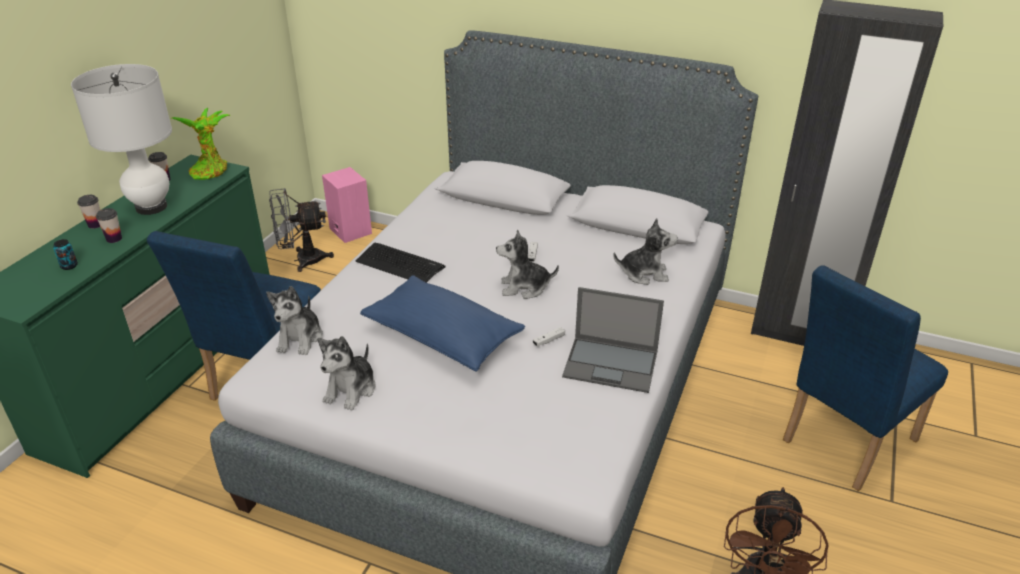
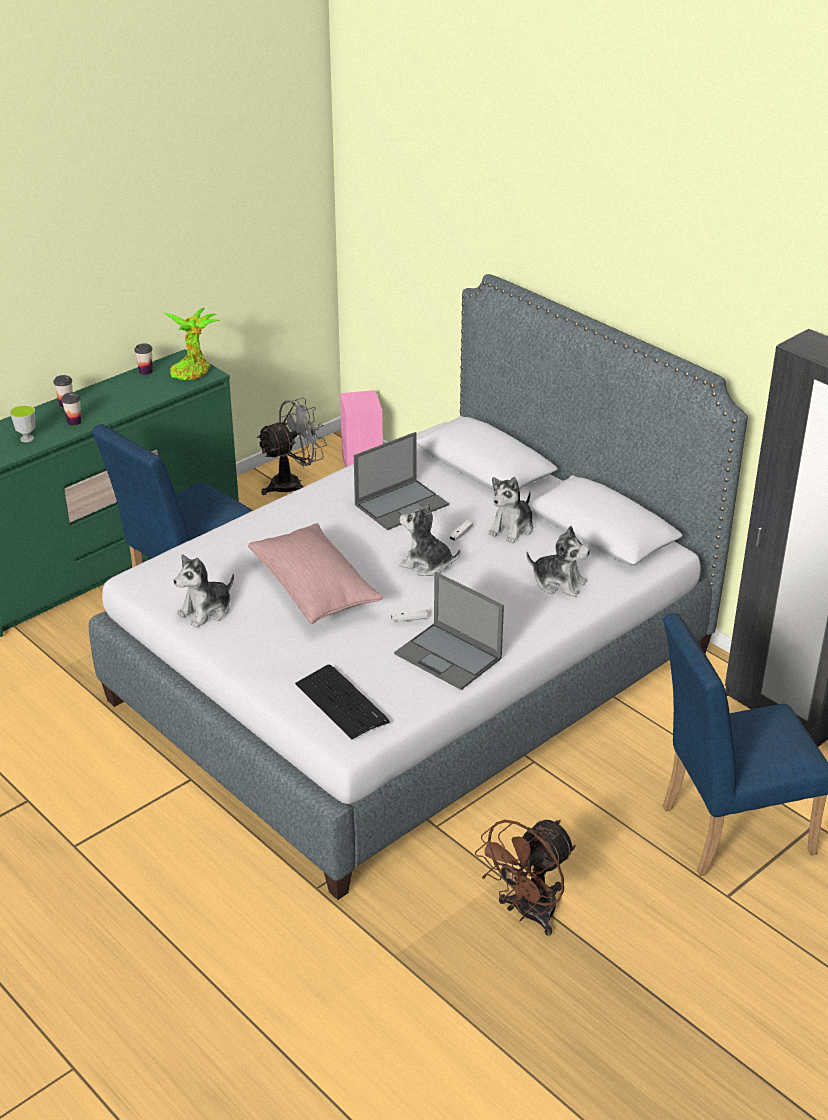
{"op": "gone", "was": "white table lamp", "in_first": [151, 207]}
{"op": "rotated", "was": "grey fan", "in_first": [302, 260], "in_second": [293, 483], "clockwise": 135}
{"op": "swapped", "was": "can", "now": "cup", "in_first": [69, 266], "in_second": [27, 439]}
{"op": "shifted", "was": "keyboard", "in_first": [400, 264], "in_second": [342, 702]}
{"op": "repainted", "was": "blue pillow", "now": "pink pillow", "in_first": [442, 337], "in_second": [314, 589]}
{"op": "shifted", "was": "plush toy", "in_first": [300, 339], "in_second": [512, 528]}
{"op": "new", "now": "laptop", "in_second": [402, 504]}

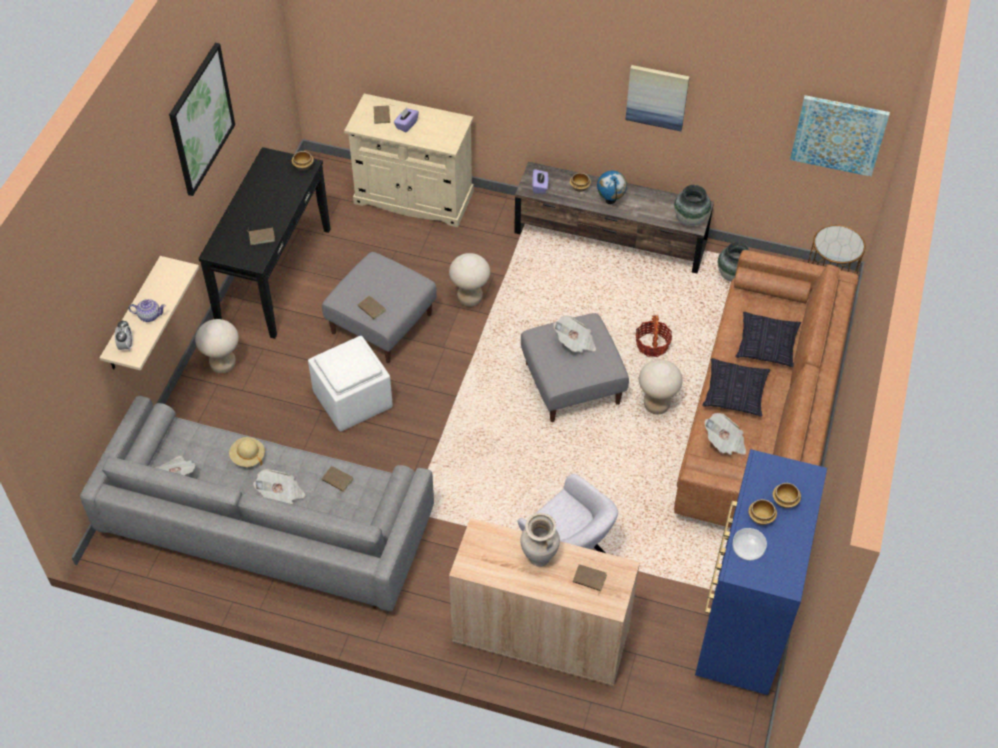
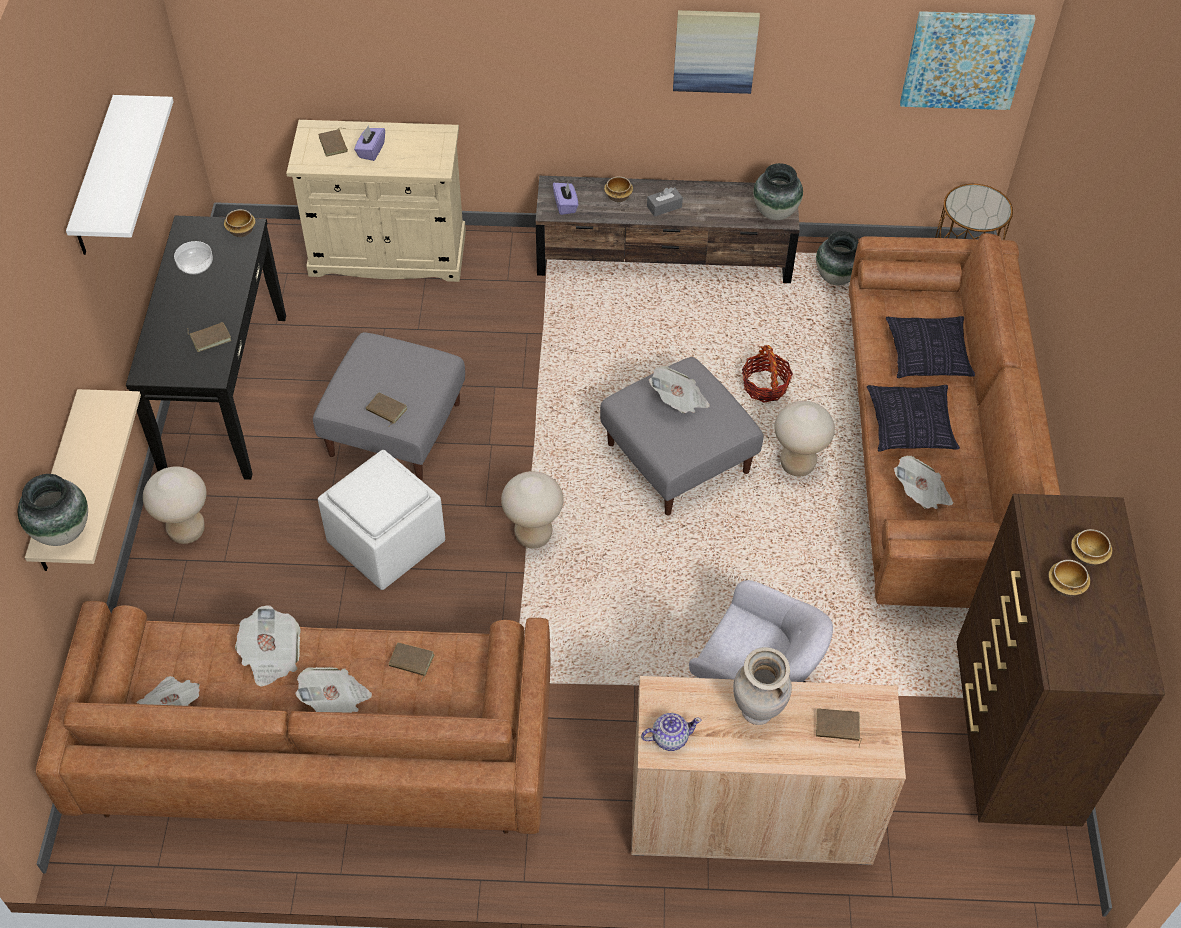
{"op": "swapped", "was": "picture", "now": "white shelf", "in_first": [201, 119], "in_second": [96, 179]}
{"op": "swapped", "was": "globe", "now": "grey tissue box", "in_first": [610, 201], "in_second": [664, 207]}
{"op": "shifted", "was": "beige stool", "in_first": [470, 298], "in_second": [533, 535]}
{"op": "shifted", "was": "teapot", "in_first": [149, 315], "in_second": [669, 738]}
{"op": "swapped", "was": "alarm clock", "now": "vase", "in_first": [126, 346], "in_second": [62, 531]}
{"op": "repainted", "was": "grey sofa", "now": "brown sofa", "in_first": [268, 527], "in_second": [318, 749]}
{"op": "swapped", "was": "beige hat", "now": "newspaper", "in_first": [248, 457], "in_second": [271, 656]}
{"op": "repainted", "was": "blue dresser", "now": "brown dresser", "in_first": [742, 626], "in_second": [1011, 739]}
{"op": "shifted", "was": "bowl", "in_first": [748, 549], "in_second": [195, 265]}

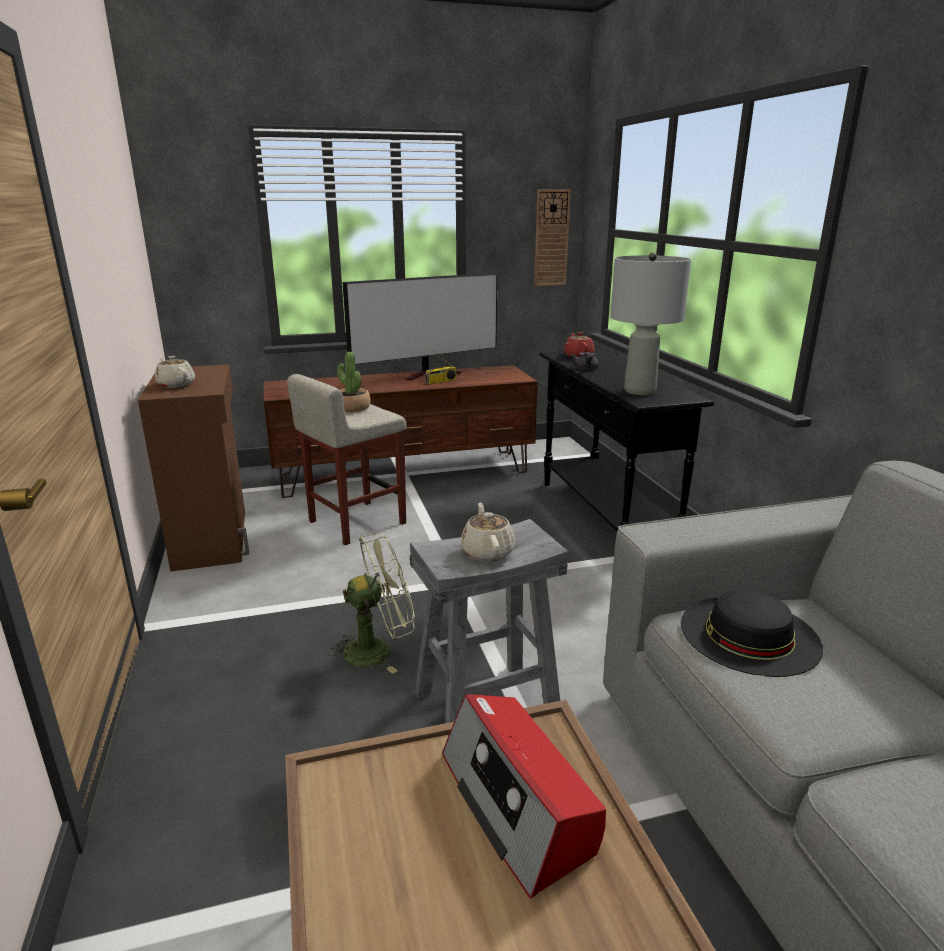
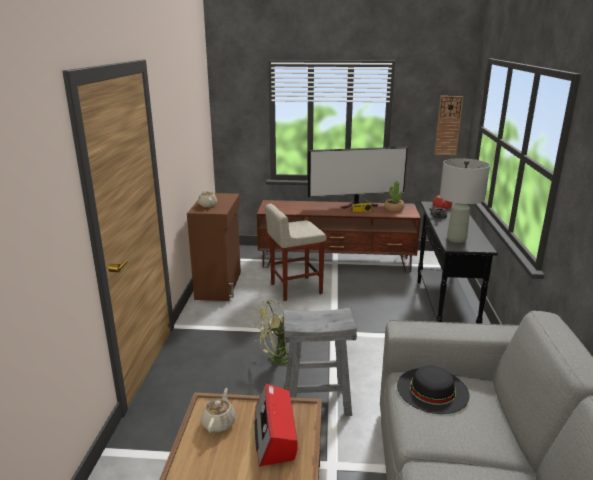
{"op": "shifted", "was": "potted plant", "in_first": [351, 407], "in_second": [393, 209]}
{"op": "shifted", "was": "beige teapot", "in_first": [487, 551], "in_second": [219, 423]}
{"op": "rotated", "was": "green fan", "in_first": [378, 649], "in_second": [276, 360], "clockwise": 150}

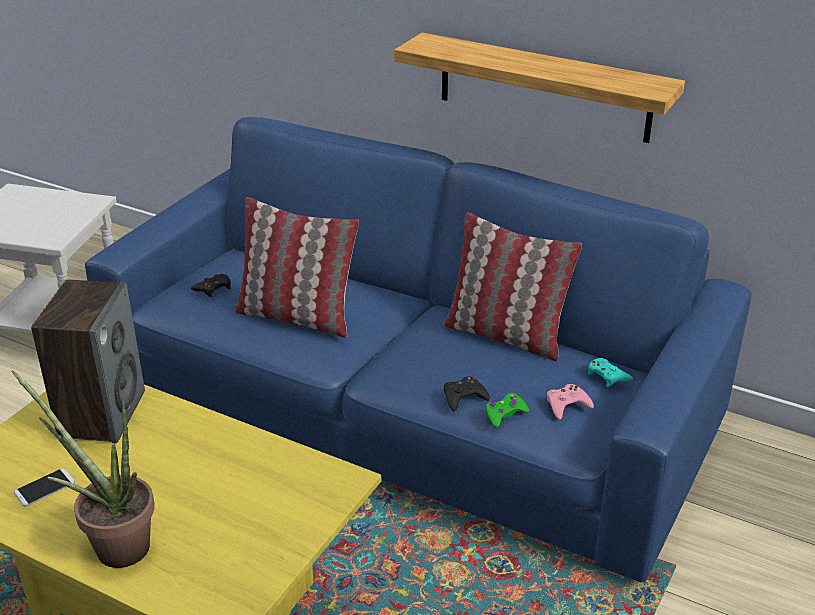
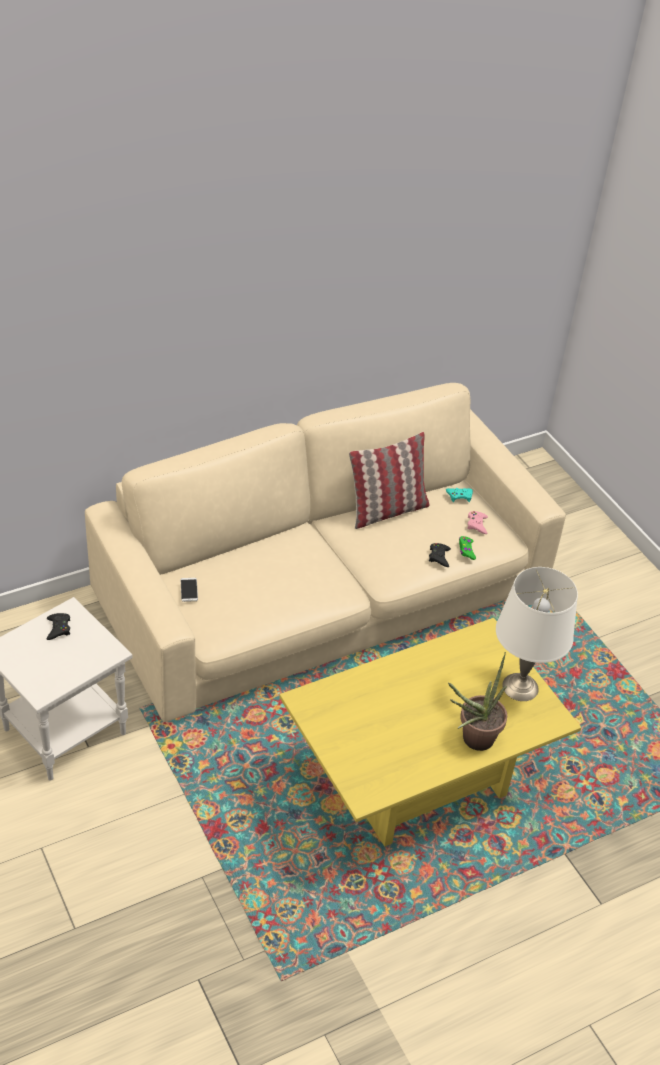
{"op": "gone", "was": "shelf", "in_first": [544, 87]}
{"op": "repainted", "was": "blue sofa", "now": "beige sofa", "in_first": [408, 402], "in_second": [323, 593]}
{"op": "gone", "was": "pillow", "in_first": [296, 316]}
{"op": "shifted", "was": "black game controller", "in_first": [213, 288], "in_second": [58, 628]}
{"op": "gone", "was": "speaker", "in_first": [102, 413]}
{"op": "shifted", "was": "phone", "in_first": [44, 488], "in_second": [189, 590]}
{"op": "new", "now": "white table lamp", "in_second": [520, 687]}

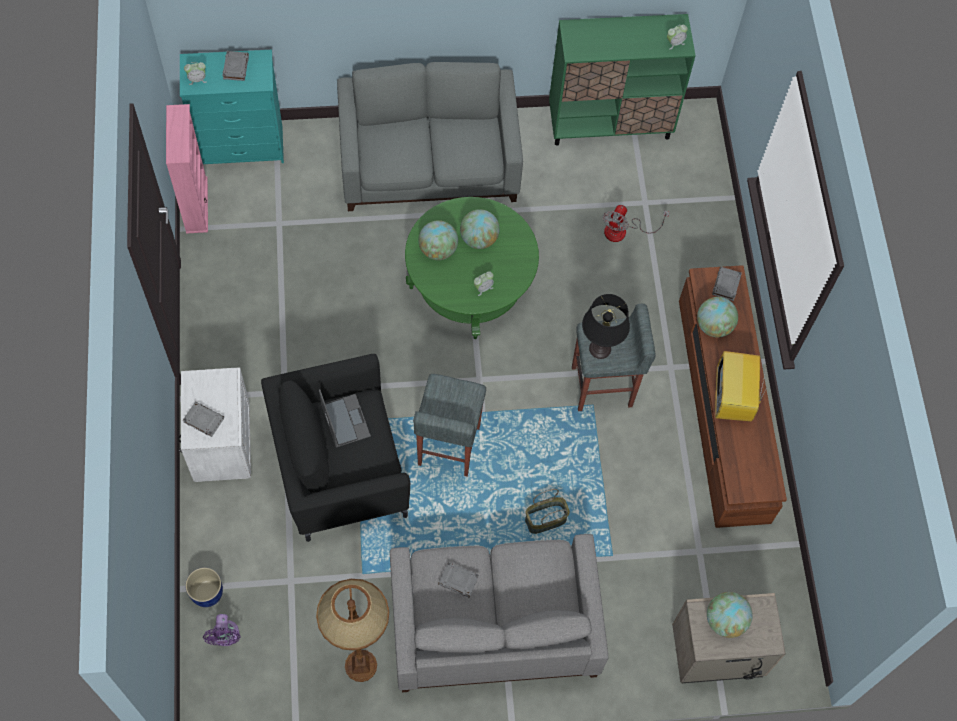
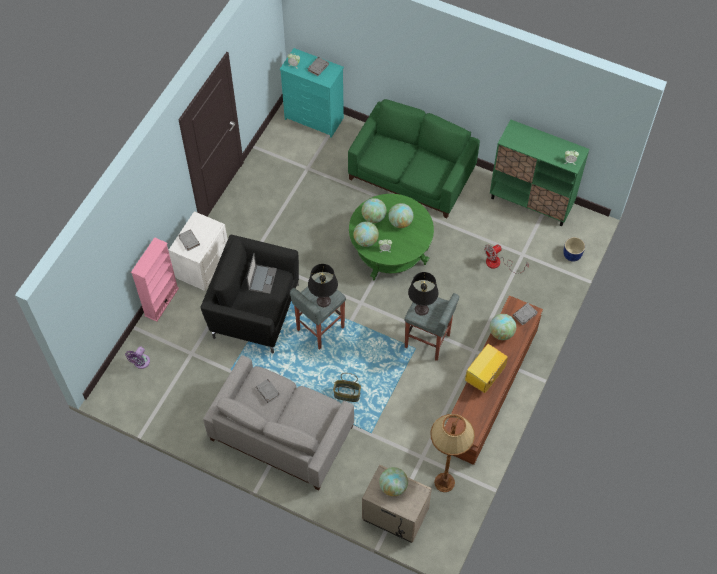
{"op": "repainted", "was": "grey sofa", "now": "green sofa", "in_first": [429, 162], "in_second": [411, 174]}
{"op": "shifted", "was": "pink bookcase", "in_first": [196, 205], "in_second": [161, 302]}
{"op": "shifted", "was": "blue planter", "in_first": [207, 592], "in_second": [572, 254]}
{"op": "shifted", "was": "brown floor lamp", "in_first": [360, 665], "in_second": [444, 482]}
{"op": "new", "now": "globe", "in_second": [365, 240]}
{"op": "new", "now": "black table lamp", "in_second": [323, 301]}

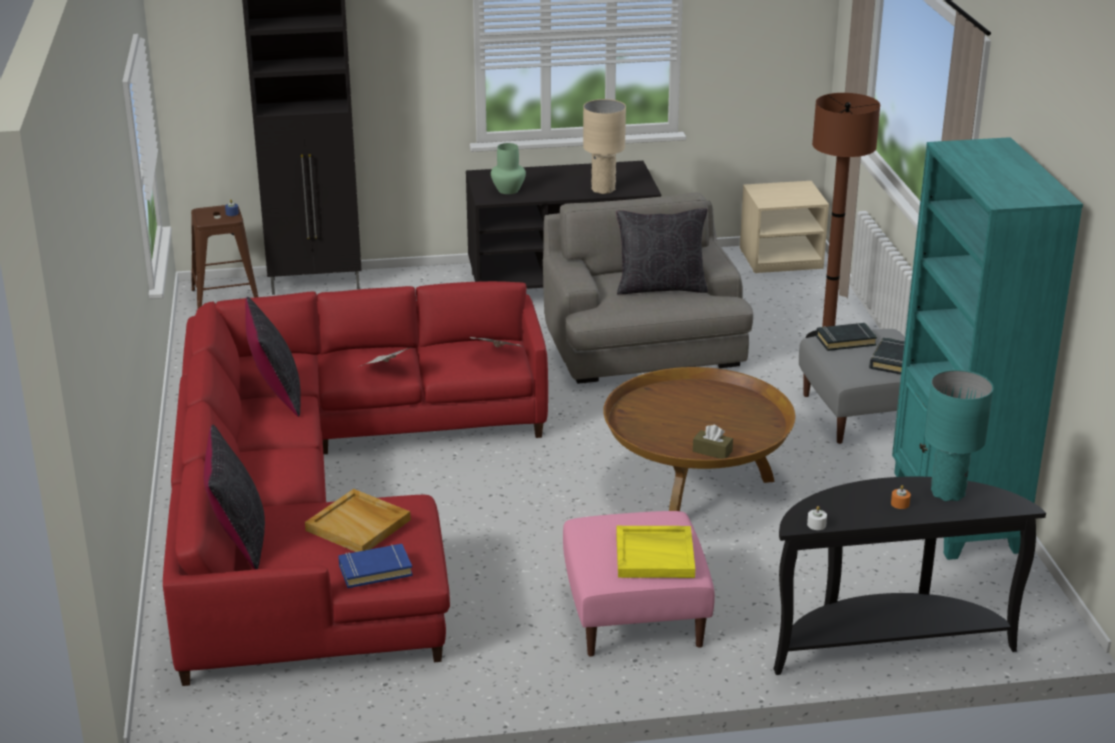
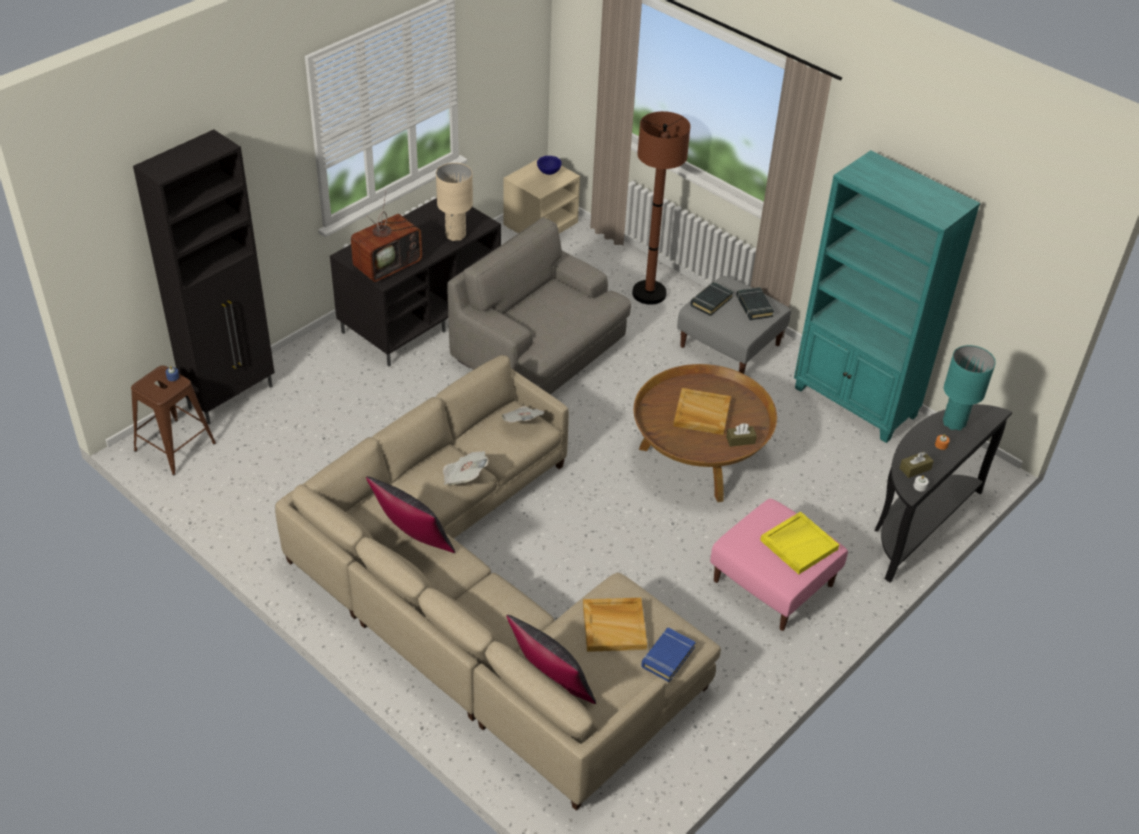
{"op": "swapped", "was": "green vase", "now": "television", "in_first": [508, 190], "in_second": [388, 264]}
{"op": "gone", "was": "black pillow", "in_first": [660, 287]}
{"op": "repainted", "was": "red sofa", "now": "beige sofa", "in_first": [327, 501], "in_second": [487, 601]}
{"op": "new", "now": "blue bowl", "in_second": [549, 172]}
{"op": "new", "now": "beige tray", "in_second": [701, 414]}
{"op": "new", "now": "brown tissue box", "in_second": [915, 468]}

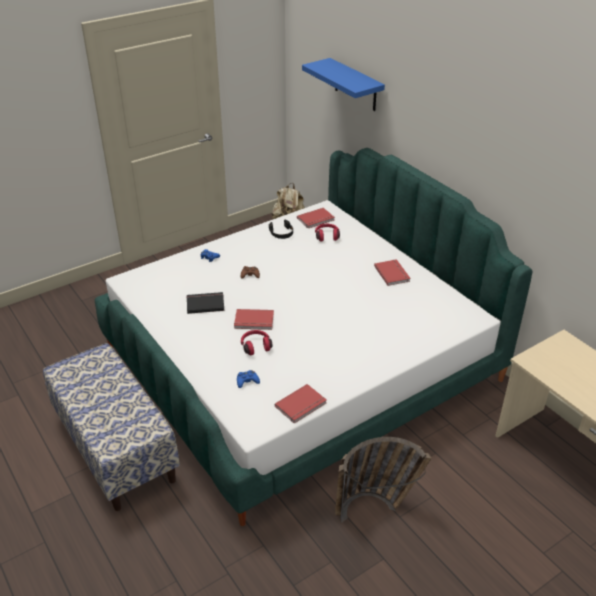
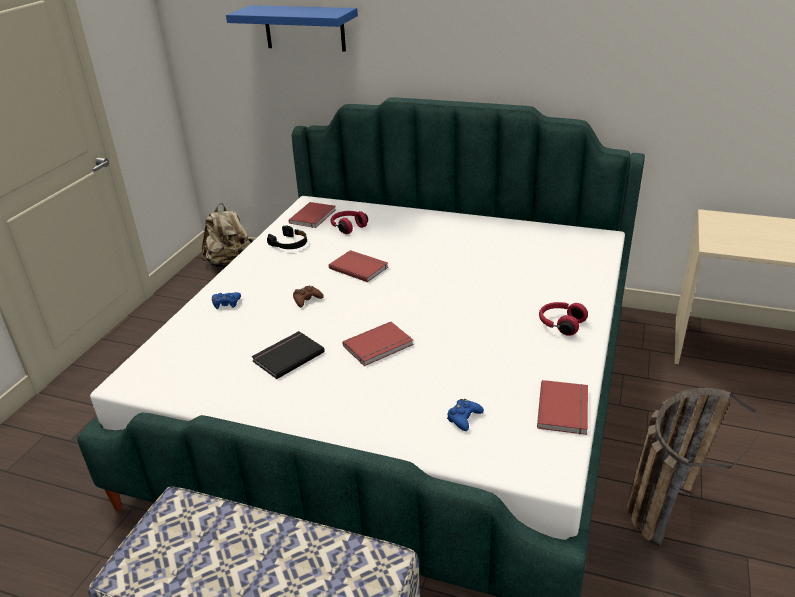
{"op": "shifted", "was": "red book", "in_first": [393, 273], "in_second": [359, 267]}
{"op": "shifted", "was": "red headphones", "in_first": [255, 346], "in_second": [560, 324]}

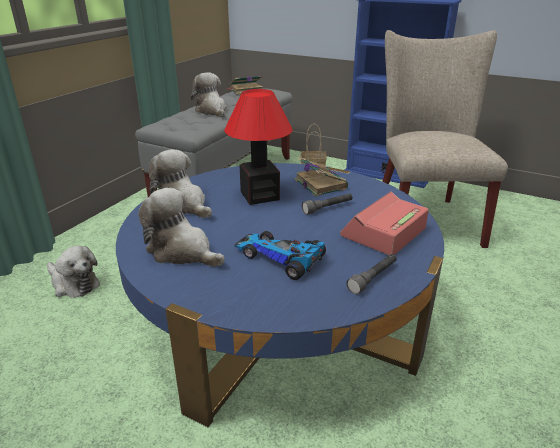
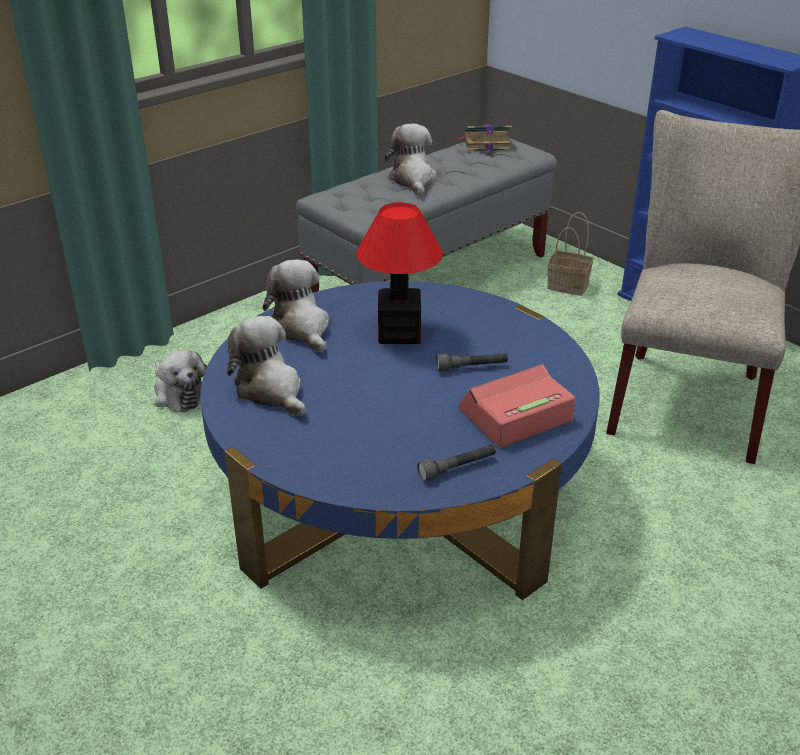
{"op": "gone", "was": "book", "in_first": [319, 183]}
{"op": "gone", "was": "toy car", "in_first": [280, 258]}

